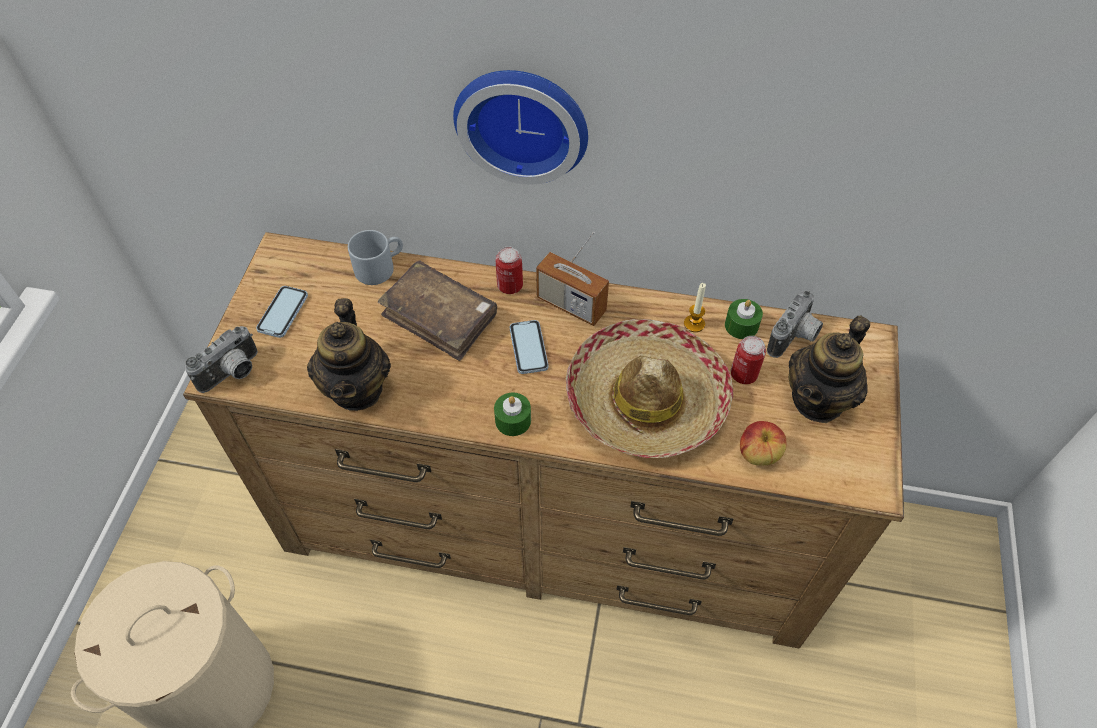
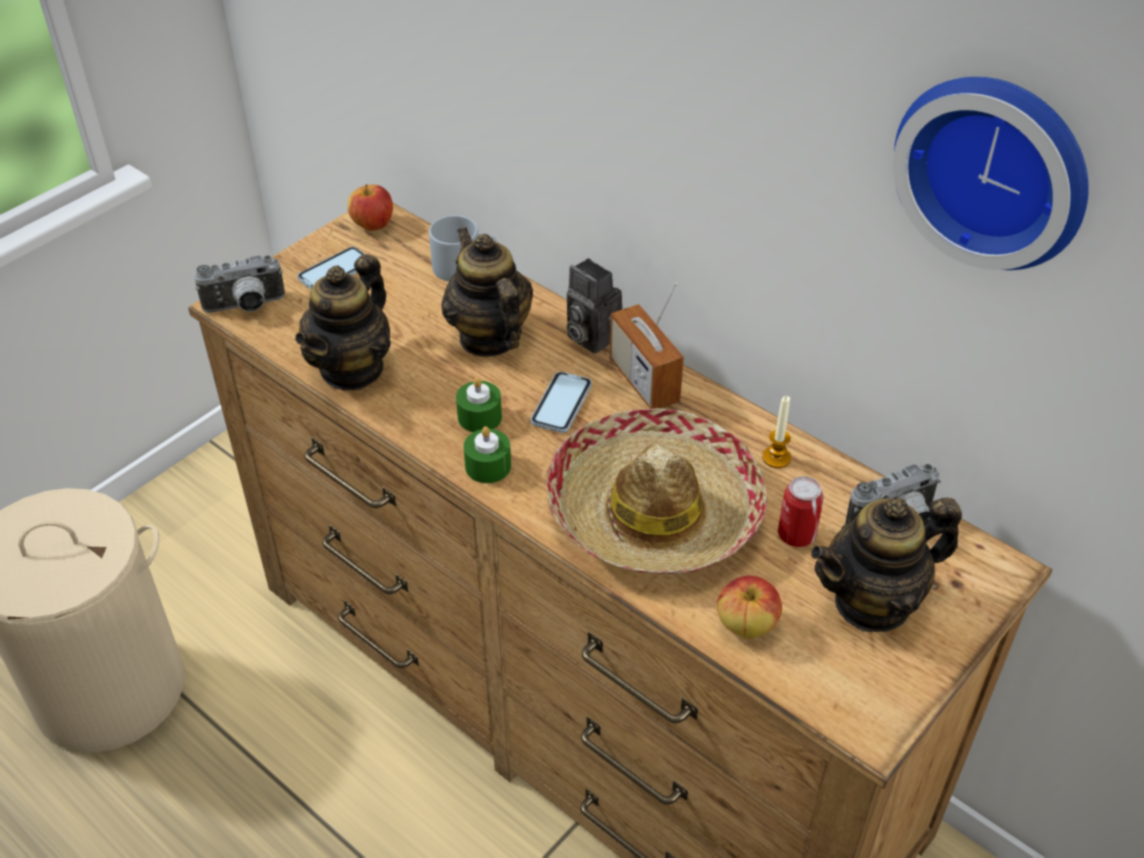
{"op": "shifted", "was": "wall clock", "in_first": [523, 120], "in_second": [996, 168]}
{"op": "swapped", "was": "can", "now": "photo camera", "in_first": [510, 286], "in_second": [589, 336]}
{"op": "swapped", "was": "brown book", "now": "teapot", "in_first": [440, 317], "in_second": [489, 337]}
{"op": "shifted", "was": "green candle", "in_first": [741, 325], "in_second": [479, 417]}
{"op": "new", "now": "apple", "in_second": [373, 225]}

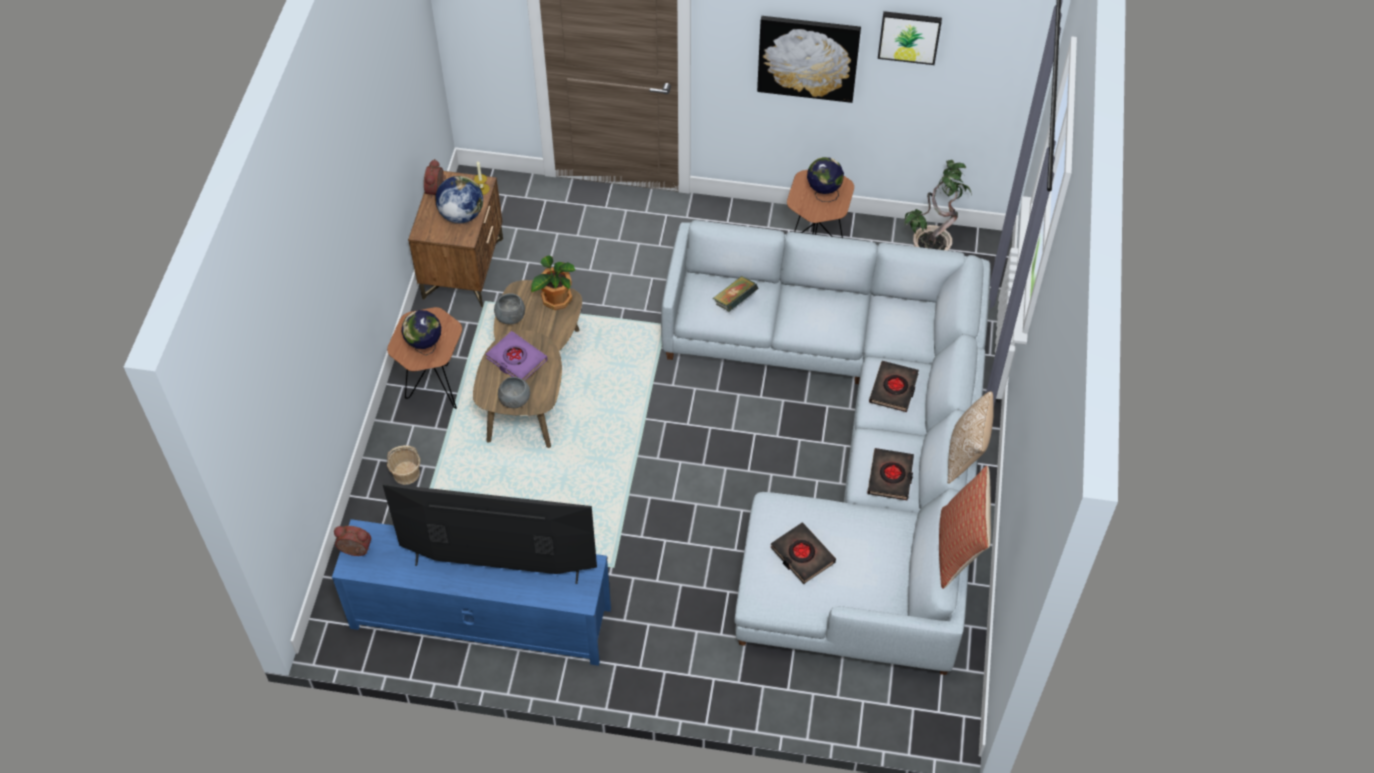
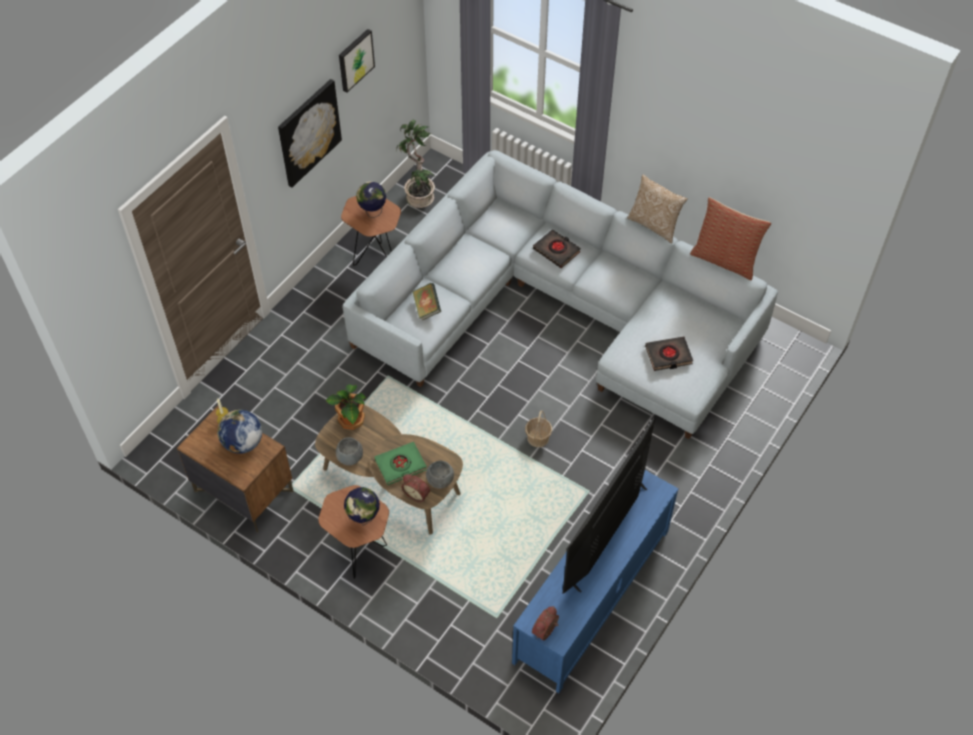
{"op": "shifted", "was": "alarm clock", "in_first": [437, 190], "in_second": [417, 494]}
{"op": "repainted", "was": "purple book", "now": "green book", "in_first": [516, 360], "in_second": [401, 465]}
{"op": "shifted", "was": "basket", "in_first": [406, 473], "in_second": [538, 438]}
{"op": "gone", "was": "black book", "in_first": [890, 477]}

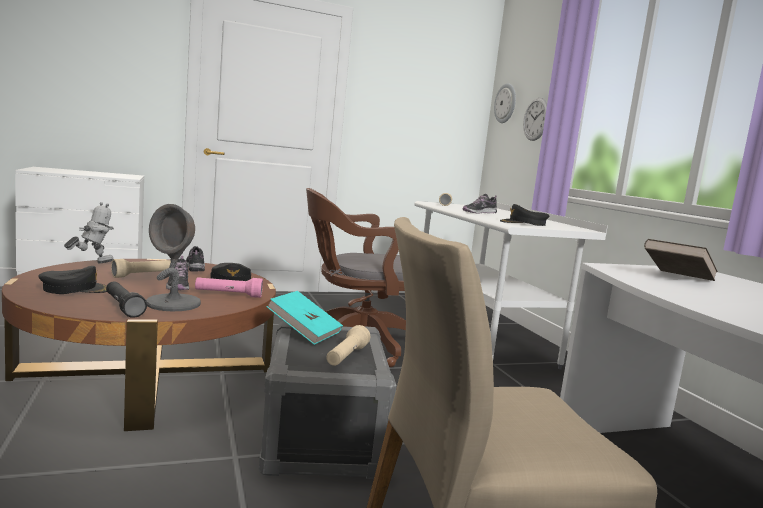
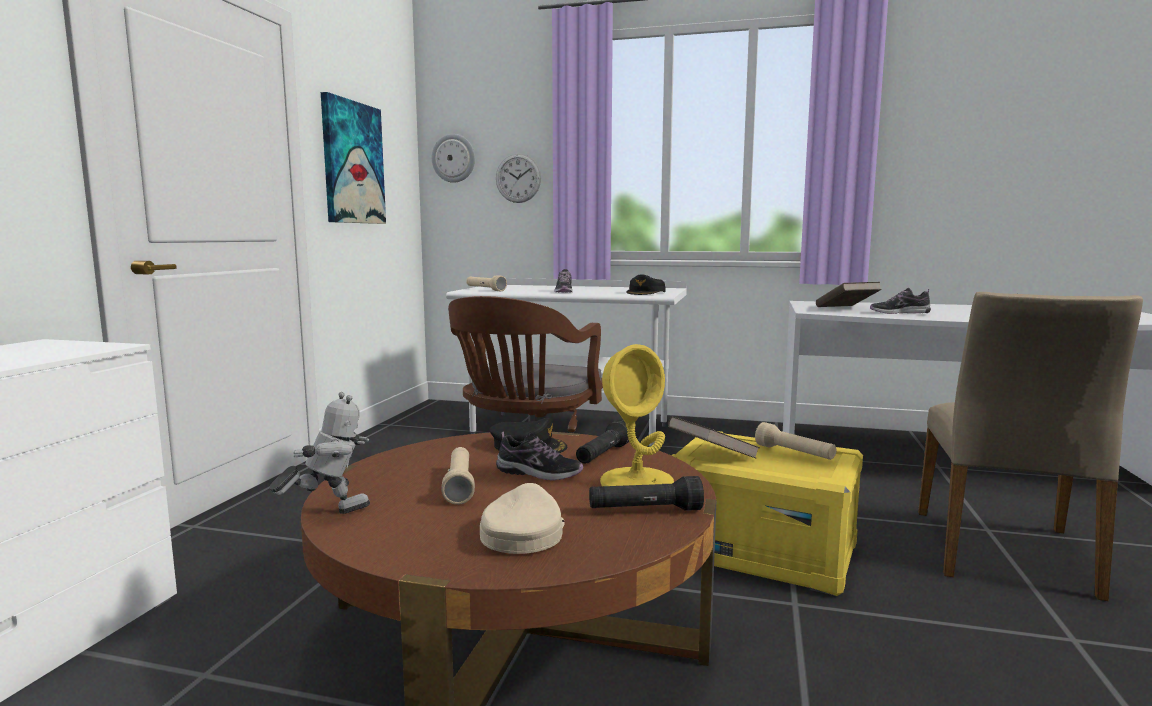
{"op": "rotated", "was": "toy robot", "in_first": [92, 263], "in_second": [329, 512], "clockwise": 75}
{"op": "repainted", "was": "grey table lamp", "now": "yellow table lamp", "in_first": [174, 304], "in_second": [637, 484]}
{"op": "shifted", "was": "shoe", "in_first": [195, 267], "in_second": [899, 313]}
{"op": "repainted", "was": "black cap", "now": "beige cap", "in_first": [75, 289], "in_second": [522, 533]}
{"op": "repainted", "was": "pink flashlight", "now": "black flashlight", "in_first": [228, 295], "in_second": [603, 455]}
{"op": "repainted", "was": "turquoise book", "now": "brown book", "in_first": [304, 332], "in_second": [712, 456]}
{"op": "repainted", "was": "grey storage box", "now": "yellow storage box", "in_first": [323, 435], "in_second": [761, 550]}
{"op": "new", "now": "picture", "in_second": [352, 163]}

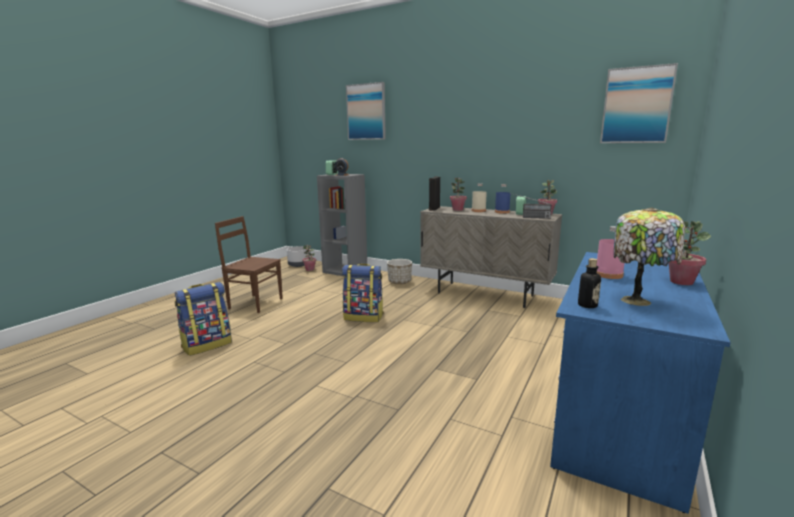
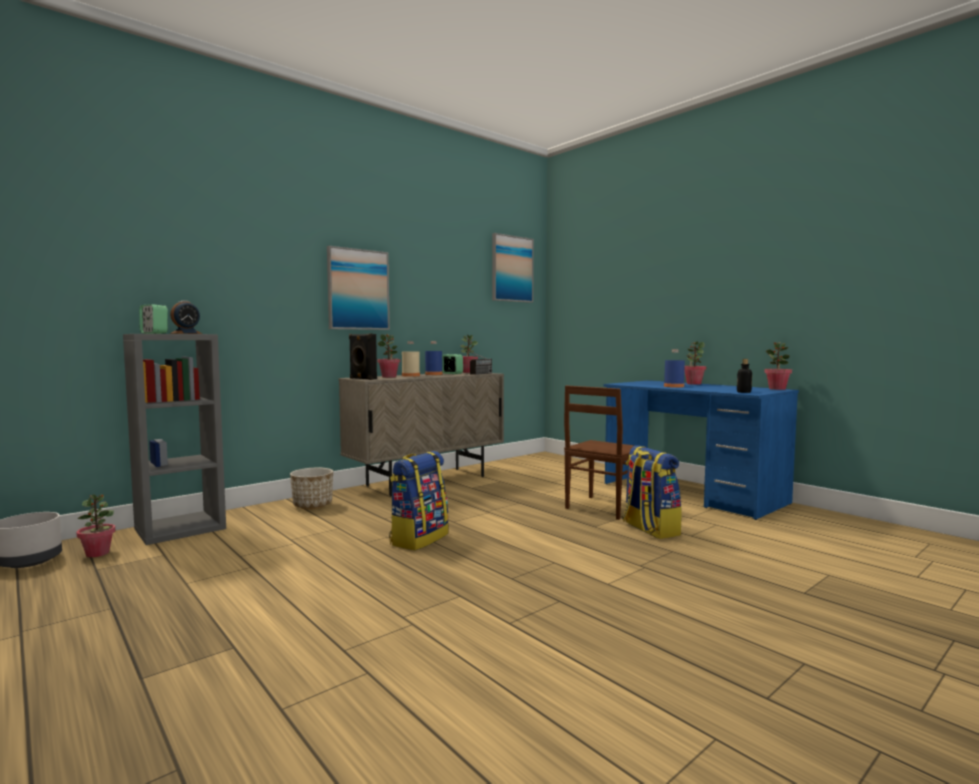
{"op": "shifted", "was": "picture", "in_first": [366, 112], "in_second": [358, 289]}
{"op": "gone", "was": "table lamp", "in_first": [638, 301]}
{"op": "shifted", "was": "brown chair", "in_first": [255, 303], "in_second": [601, 507]}
{"op": "repainted", "was": "pink bottle", "now": "blue bottle", "in_first": [608, 275], "in_second": [674, 386]}
{"op": "shifted", "was": "backpack", "in_first": [207, 345], "in_second": [649, 529]}
{"op": "new", "now": "potted plant", "in_second": [777, 389]}

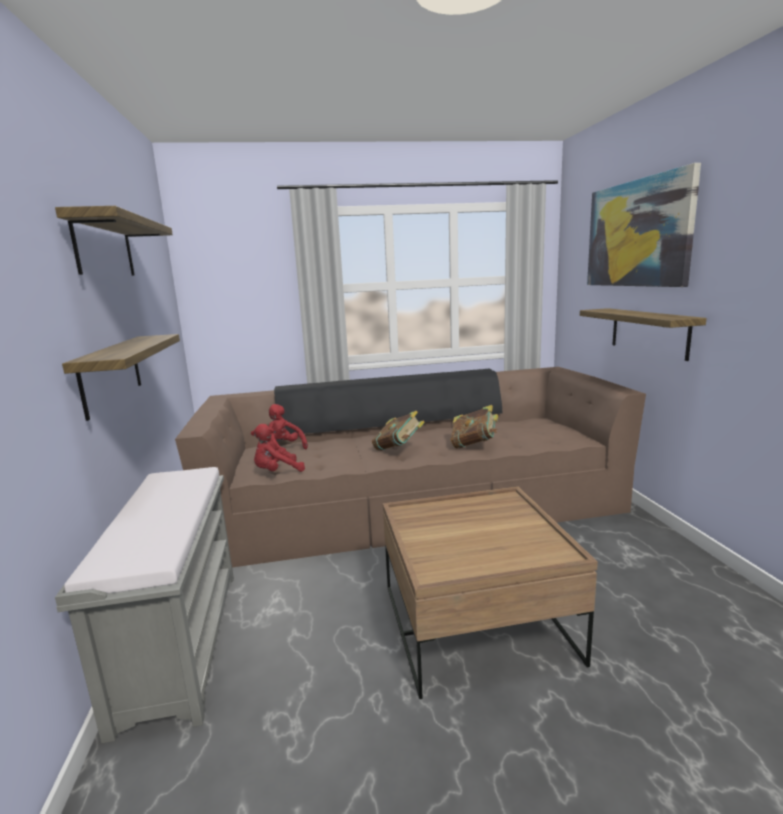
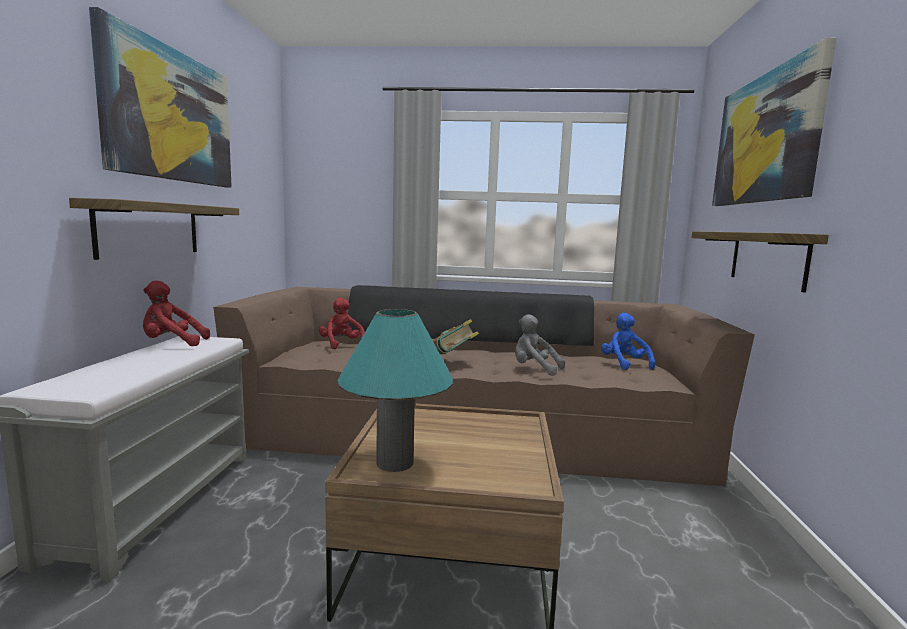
{"op": "swapped", "was": "shelf", "now": "picture", "in_first": [104, 247], "in_second": [171, 115]}
{"op": "swapped", "was": "book", "now": "grey plush toy", "in_first": [474, 445], "in_second": [534, 369]}
{"op": "shifted", "was": "red plush toy", "in_first": [276, 472], "in_second": [172, 344]}
{"op": "new", "now": "turquoise table lamp", "in_second": [395, 463]}
{"op": "new", "now": "blue plush toy", "in_second": [624, 364]}

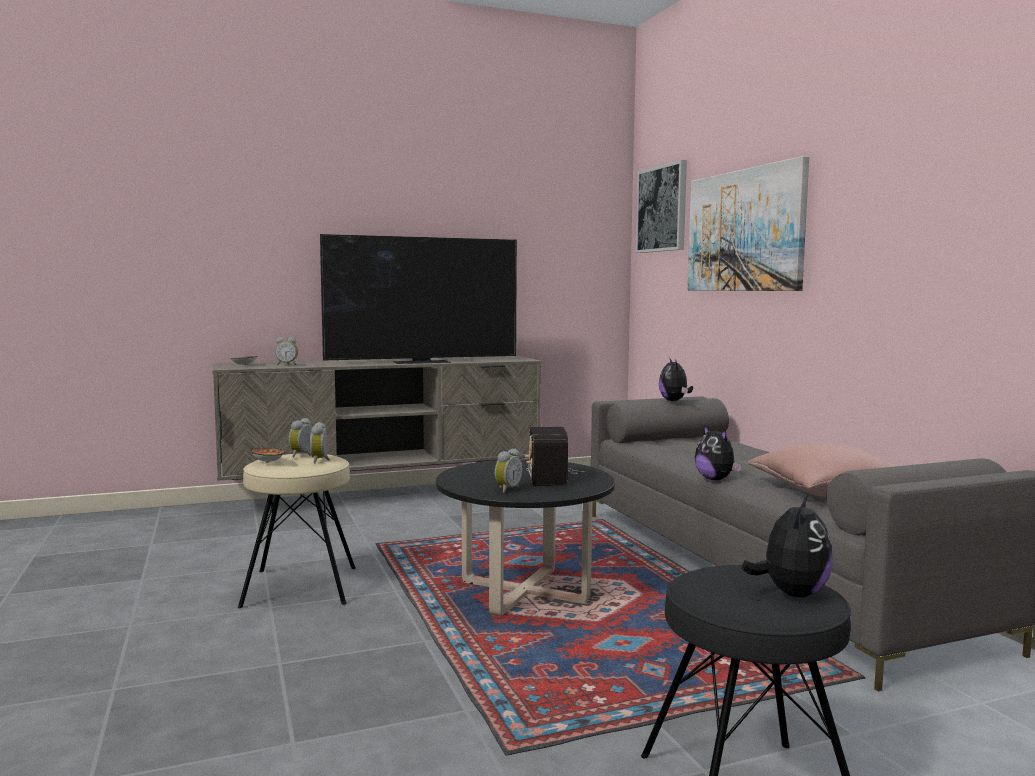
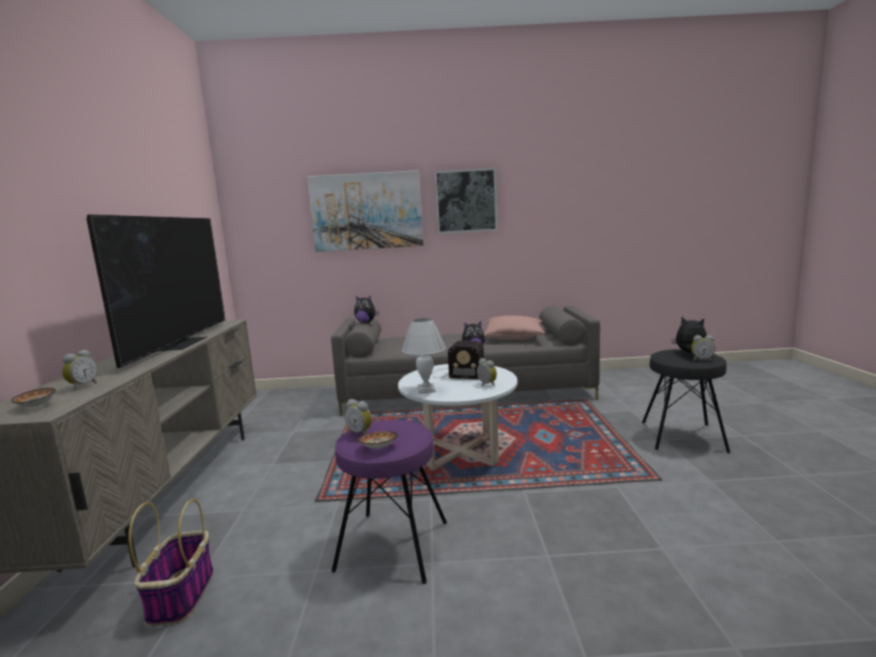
{"op": "shifted", "was": "picture", "in_first": [662, 209], "in_second": [466, 201]}
{"op": "shifted", "was": "alarm clock", "in_first": [321, 460], "in_second": [701, 360]}
{"op": "repainted", "was": "beige stool", "now": "purple stool", "in_first": [300, 587], "in_second": [393, 545]}
{"op": "repainted", "was": "black coffee table", "now": "white coffee table", "in_first": [524, 592], "in_second": [460, 452]}
{"op": "new", "now": "white table lamp", "in_second": [427, 389]}
{"op": "new", "now": "basket", "in_second": [181, 594]}

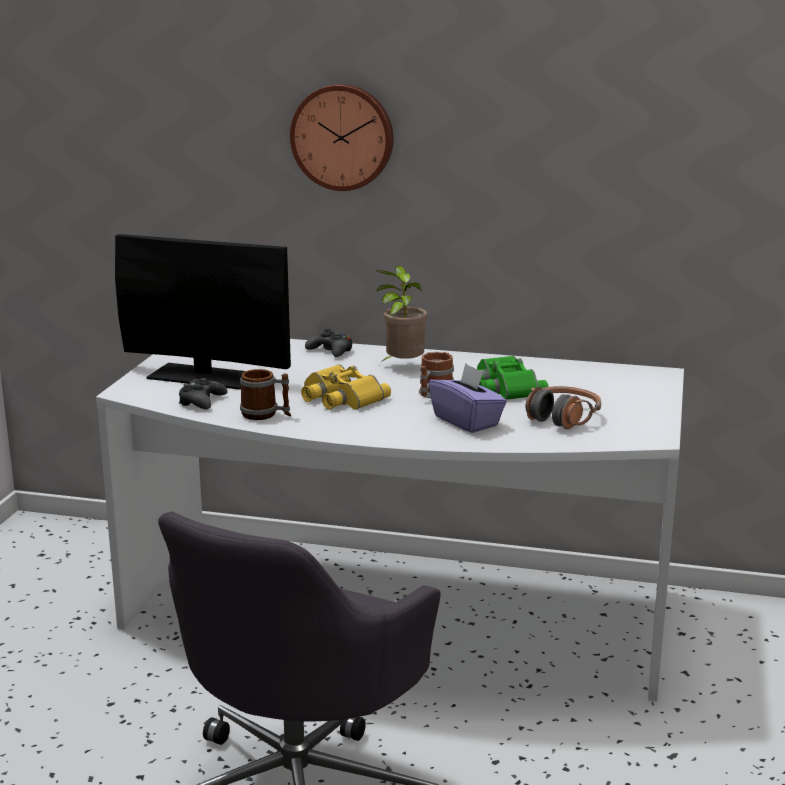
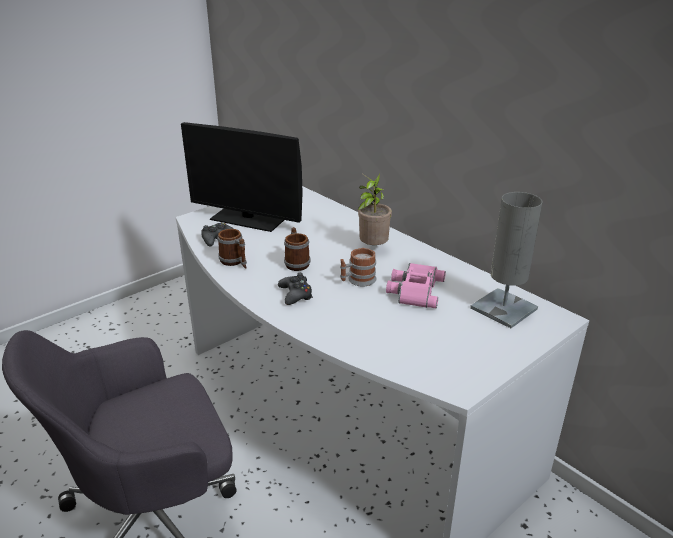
{"op": "gone", "was": "wall clock", "in_first": [343, 137]}
{"op": "rotated", "was": "monitor", "in_first": [203, 376], "in_second": [247, 219], "clockwise": 150}
{"op": "shifted", "was": "black game controller", "in_first": [331, 351], "in_second": [295, 294]}
{"op": "repainted", "was": "green binoculars", "now": "pink binoculars", "in_first": [502, 387], "in_second": [414, 290]}
{"op": "gone", "was": "purple tissue box", "in_first": [467, 421]}
{"op": "swapped", "was": "yellow binoculars", "now": "mug", "in_first": [340, 397], "in_second": [296, 262]}
{"op": "gone", "was": "headphones", "in_first": [562, 418]}
{"op": "new", "now": "grey table lamp", "in_second": [503, 308]}

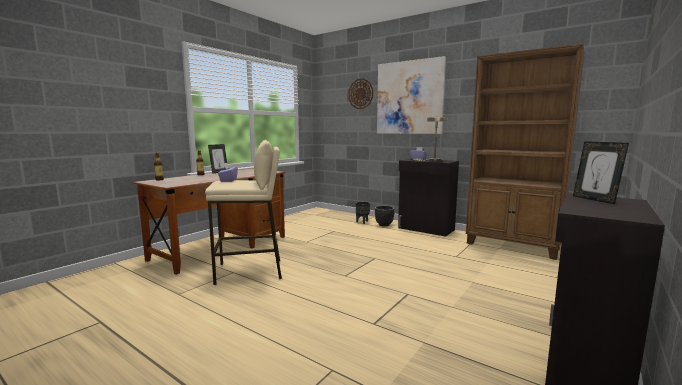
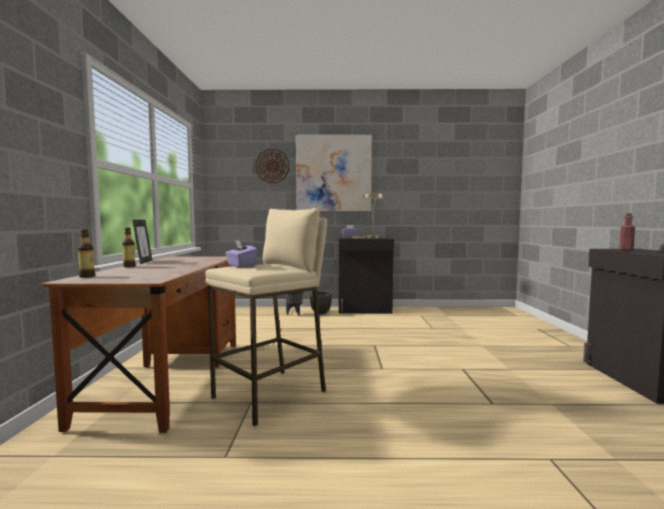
{"op": "gone", "was": "brown bookcase", "in_first": [513, 246]}
{"op": "swapped", "was": "picture frame", "now": "red bottle", "in_first": [595, 199], "in_second": [626, 250]}

